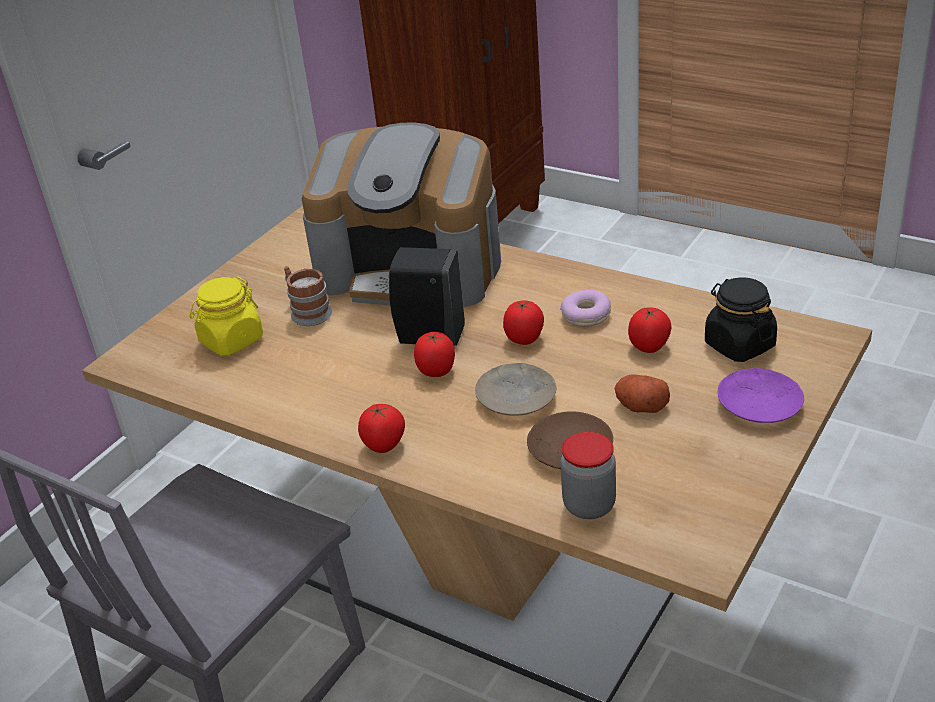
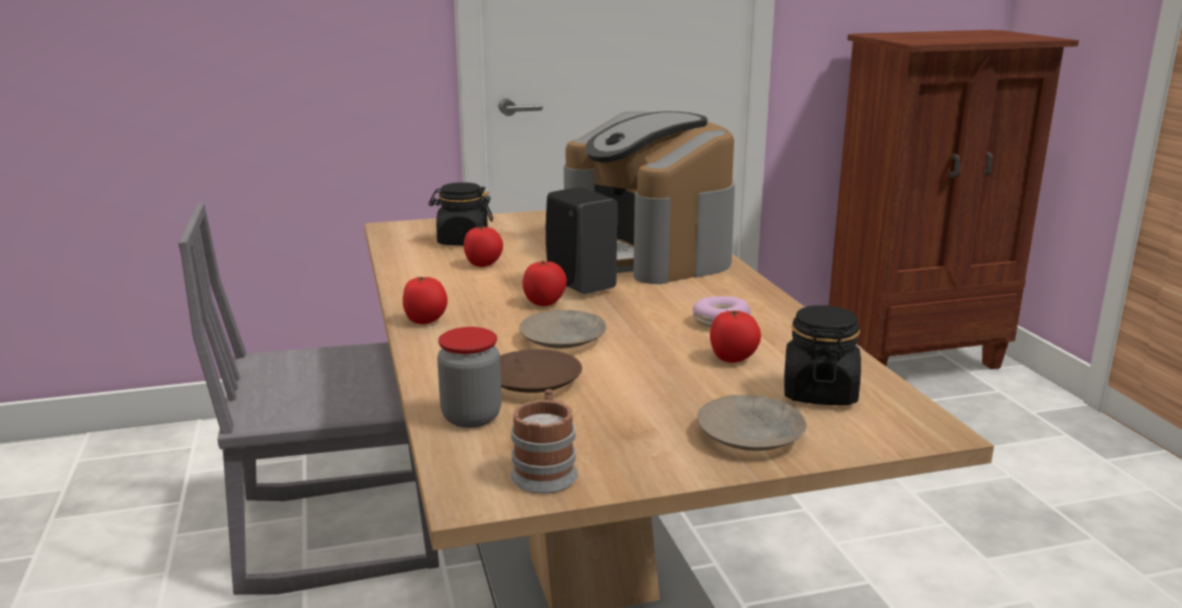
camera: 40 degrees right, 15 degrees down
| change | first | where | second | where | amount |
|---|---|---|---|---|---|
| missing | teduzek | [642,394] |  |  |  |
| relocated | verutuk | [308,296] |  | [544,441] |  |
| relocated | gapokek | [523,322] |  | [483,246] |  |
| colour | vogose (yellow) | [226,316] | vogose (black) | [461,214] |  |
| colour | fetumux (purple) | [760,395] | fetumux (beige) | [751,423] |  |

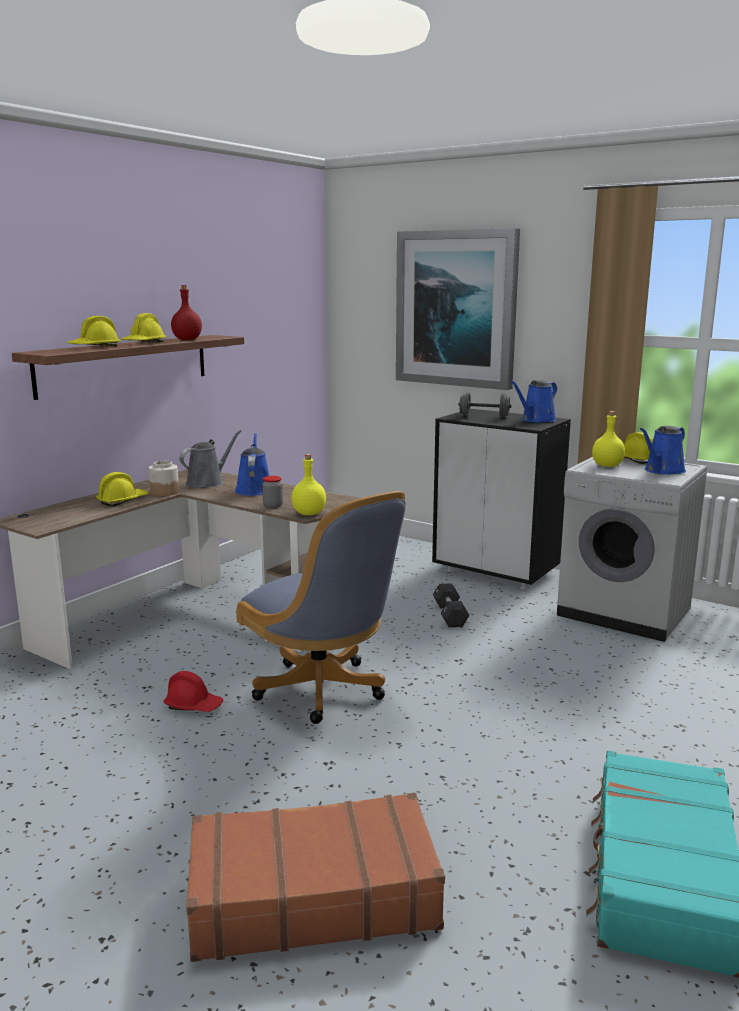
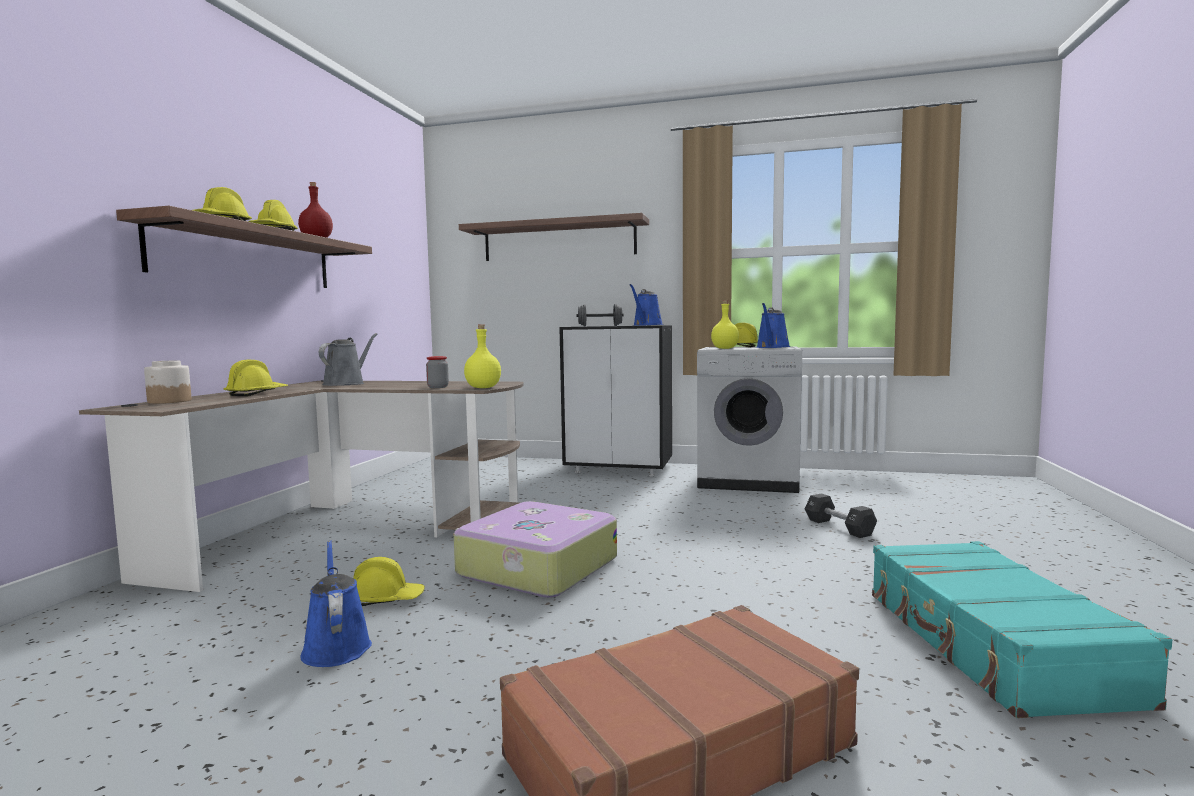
camera: 20 degrees left, 10 degrees down
| change | first | where | second | where | amount |
|---|---|---|---|---|---|
| relocated | vogose | [164,478] |  | [168,382] |  |
| relocated | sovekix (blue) | [252,464] |  | [336,603] |  |
| relocated | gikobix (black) | [451,605] |  | [841,515] |  |
| exchanged | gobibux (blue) | [320,607] | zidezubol | [535,549] |  |
| exchanged | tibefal | [458,309] | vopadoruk | [554,237] |  |
| colour | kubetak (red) | [193,691] | kubetak (yellow) | [389,581] |  |

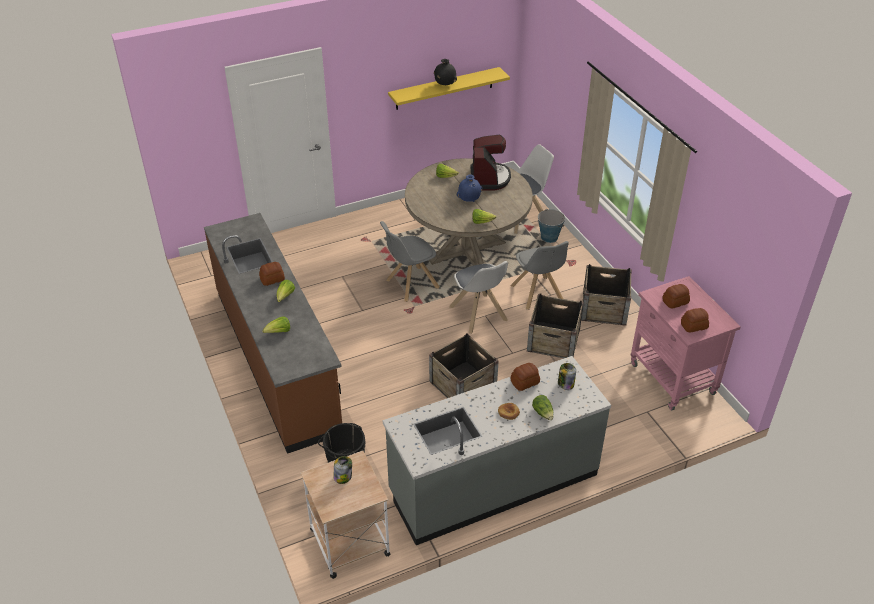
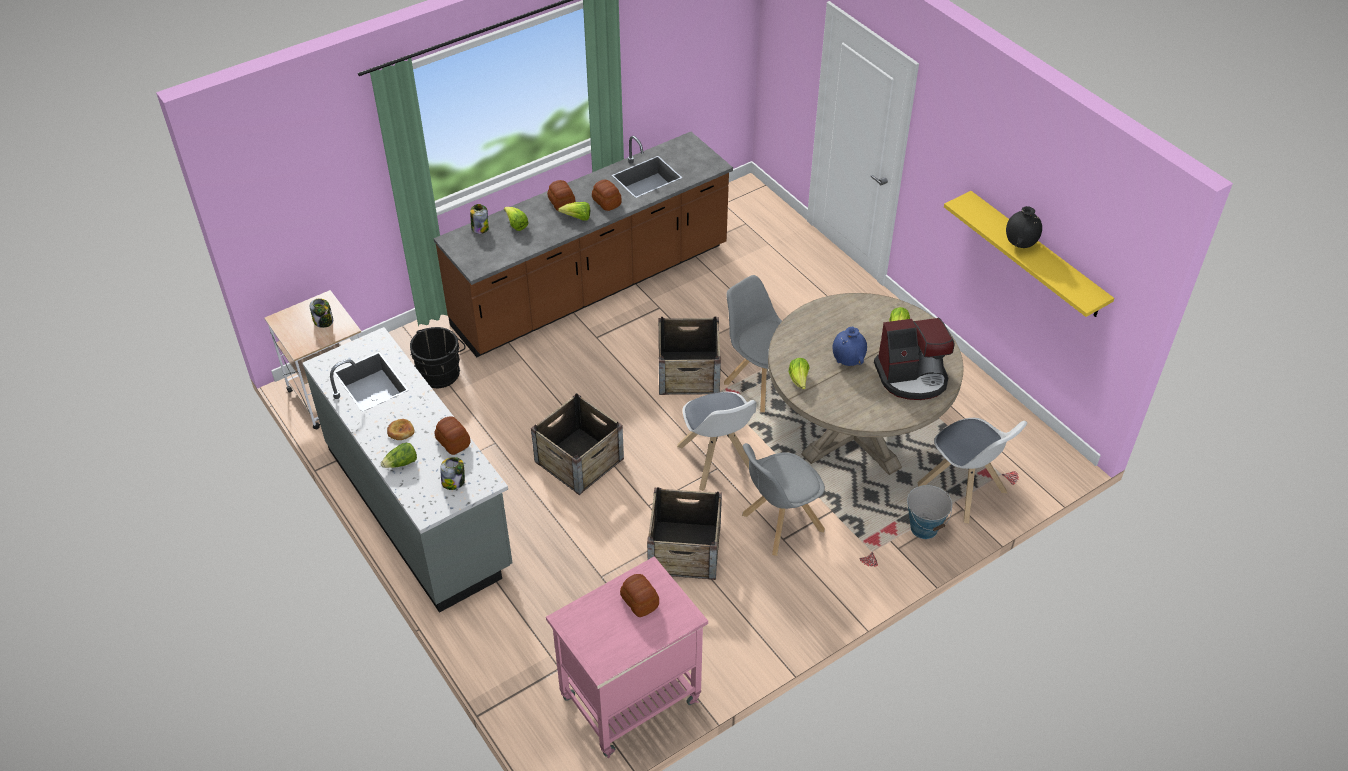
camera: 80 degrees right, 5 degrees up
| change | first | where | second | where | amount |
|---|---|---|---|---|---|
| appeared |  |  | vogose | [479,219] |  |
| relocated | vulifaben | [606,295] |  | [690,355] |  |
| relocated | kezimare | [695,320] |  | [561,195] |  |
| spun | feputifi | [478,297] |  | [717,441] | 75 degrees counterclockwise |

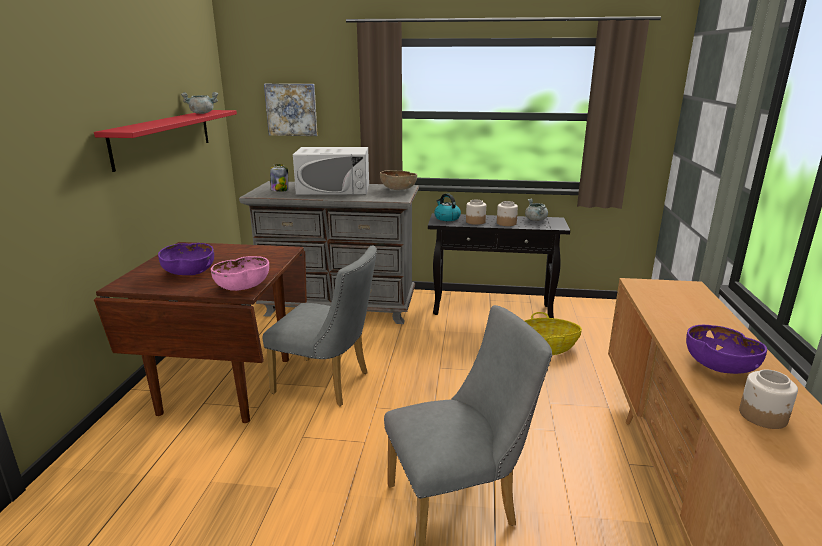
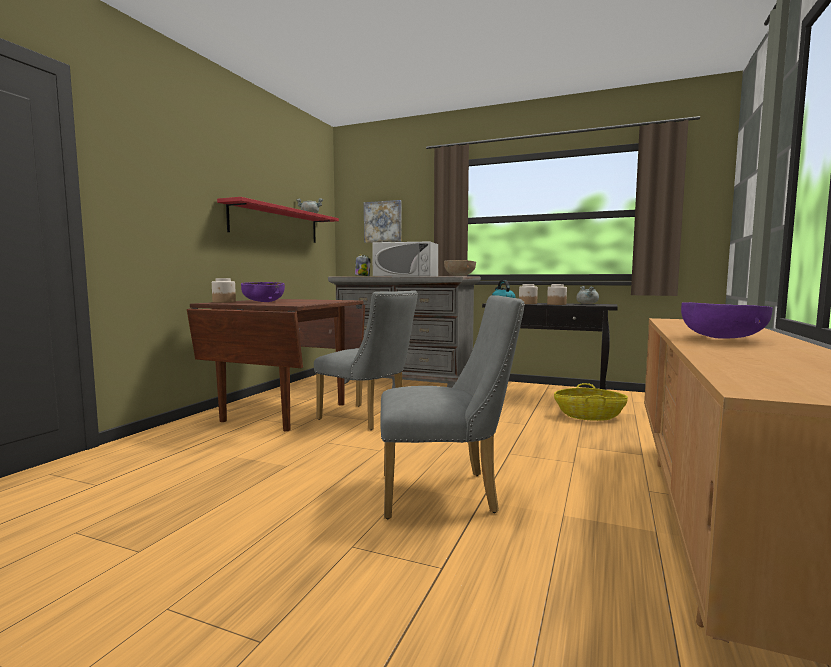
camera: 15 degrees right, 15 degrees down
| change | first | where | second | where | amount |
|---|---|---|---|---|---|
| missing | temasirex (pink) | [240,273] |  |  |  |
| relocated | vogose | [768,399] |  | [224,290] |  |

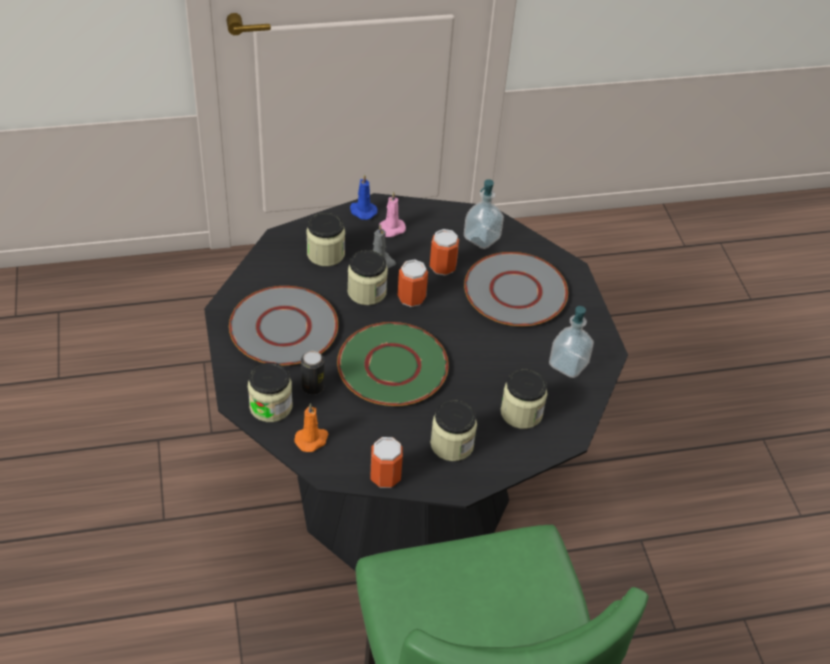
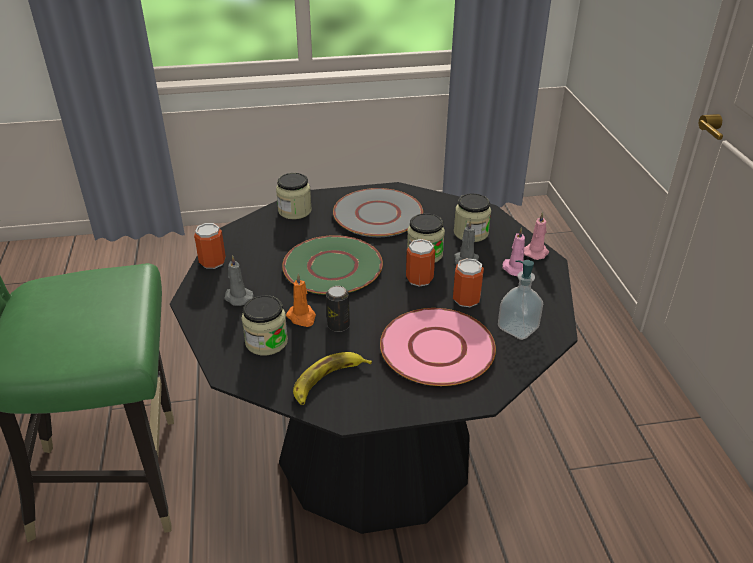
camera: 95 degrees right, 10 degrees down
| change | first | where | second | where | amount |
|---|---|---|---|---|---|
| relocated | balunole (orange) | [311,427] |  | [301,300] |  |
| relocated | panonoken | [312,373] |  | [338,309] |  |
| exchanged | vogose | [453,430] | balunole (grey) | [238,280] |  |
| exchanged | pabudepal | [571,342] | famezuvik | [332,378] |  |
| colour | balunole (blue) | [363,197] | balunole (pink) | [536,236] |  |
| colour | fetumux (grey) | [516,289] | fetumux (pink) | [438,347] |  |

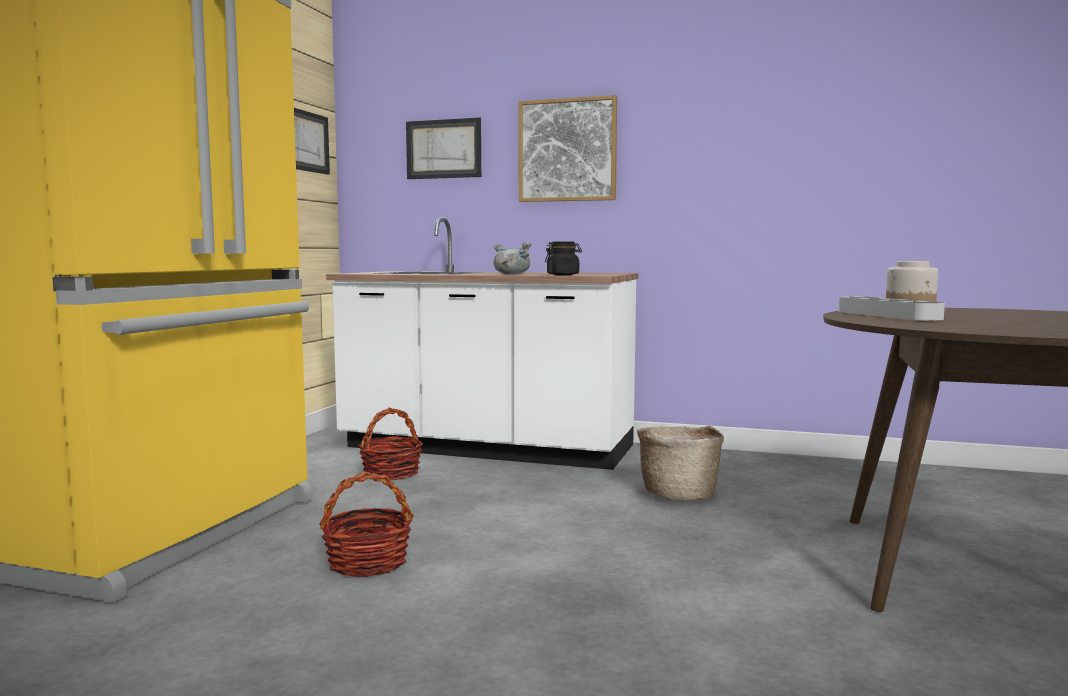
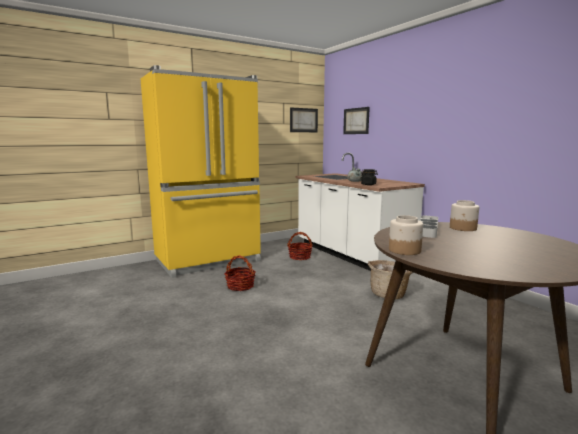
camera: 40 degrees right, 5 degrees up
| change | first | where | second | where | amount |
|---|---|---|---|---|---|
| missing | tibefal | [567,148] |  |  |  |
| appeared |  |  | vogose | [406,235] |  |

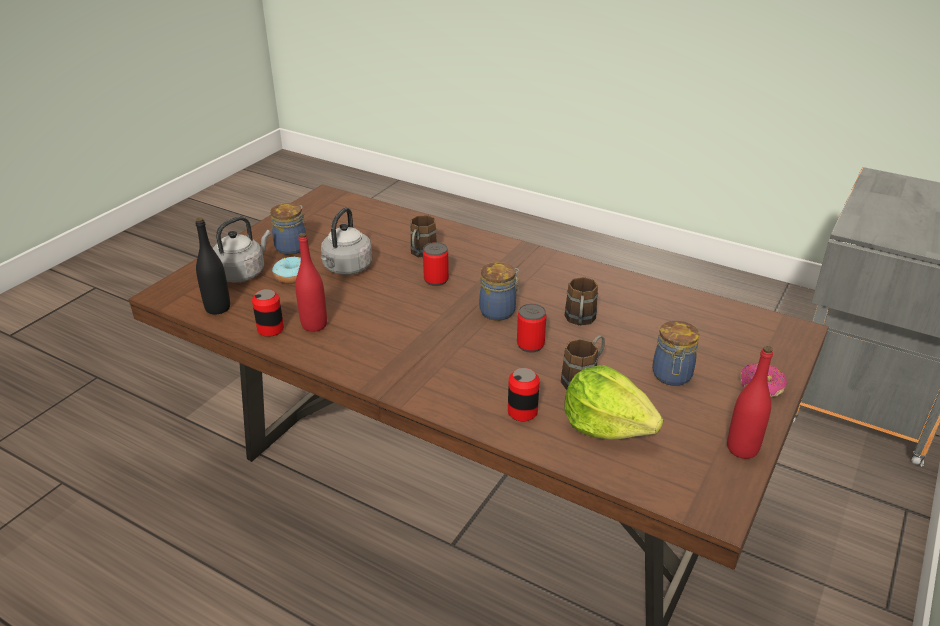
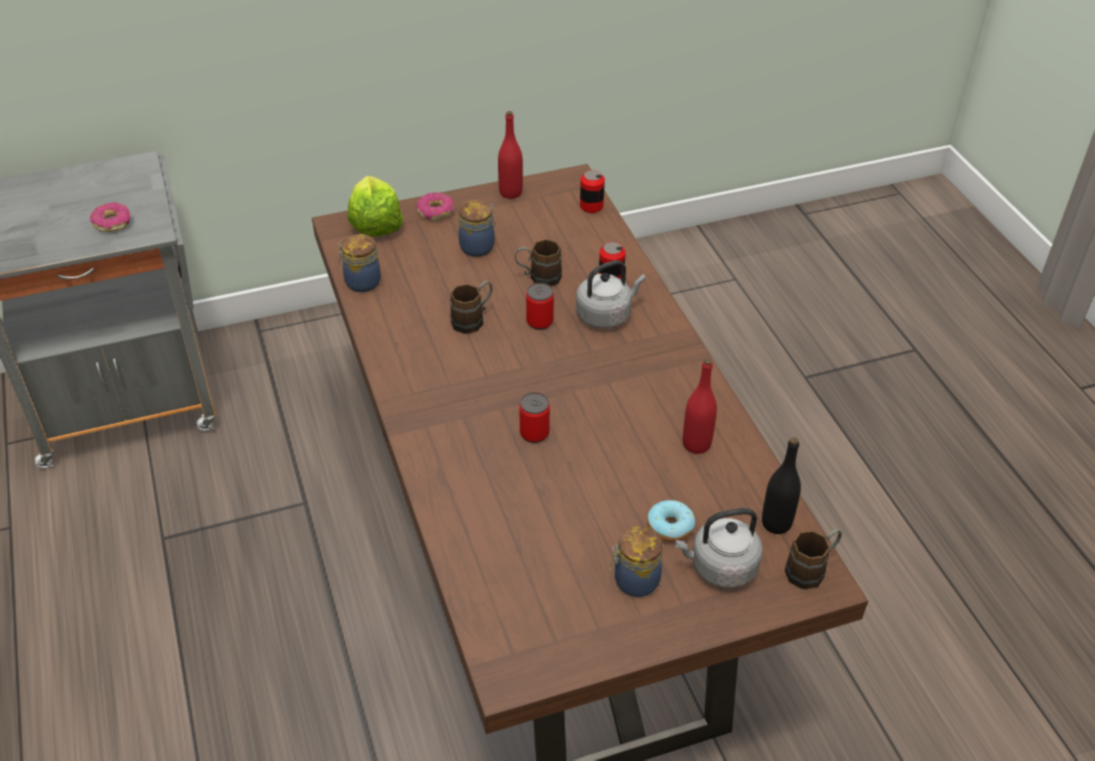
camera: 140 degrees left, 10 degrees up
| change | first | where | second | where | amount |
|---|---|---|---|---|---|
| appeared |  |  | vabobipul | [110,217] |  |
| relocated | panonoken | [268,313] |  | [592,191] |  |
| relocated | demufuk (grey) | [346,241] |  | [611,294] |  |
| relocated | verutuk (brown) | [423,236] |  | [813,559] |  |
| relocated | vogose | [499,291] |  | [359,263] |  |
| relocated | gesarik | [613,402] |  | [375,206] |  |

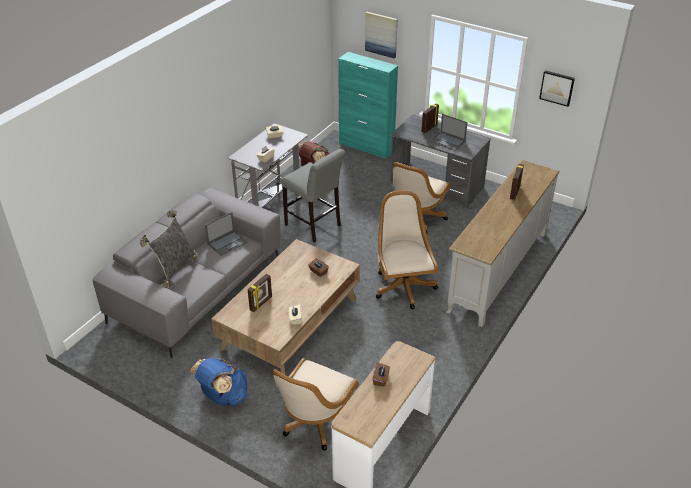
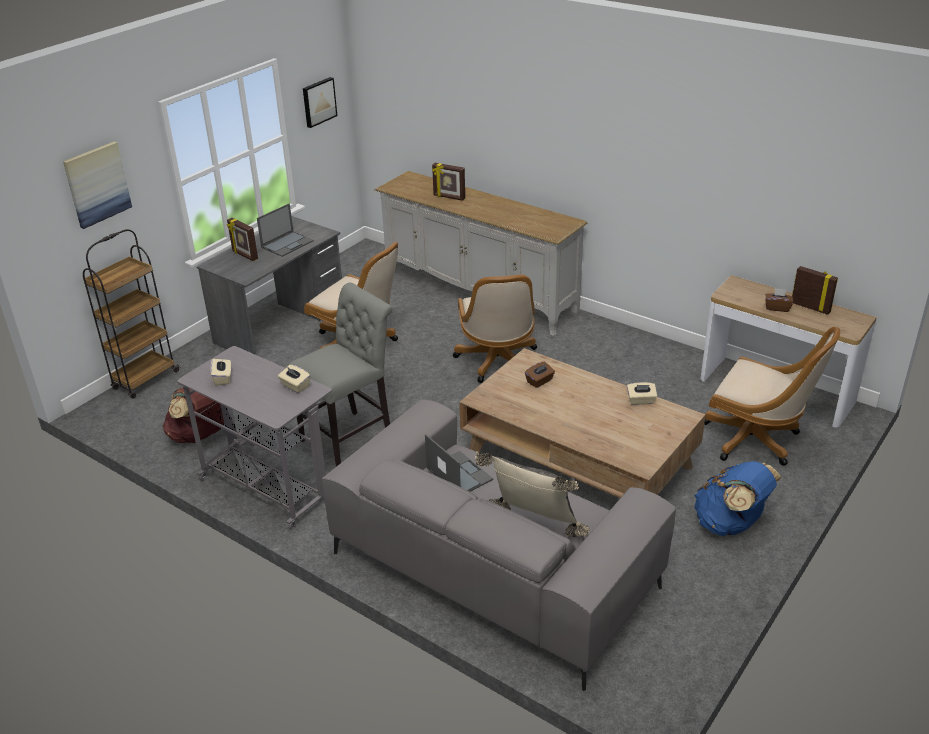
camera: 85 degrees left, 5 degrees down
| change | first | where | second | where | amount |
|---|---|---|---|---|---|
| relocated | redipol | [259,293] |  | [815,290] |  |
| exchanged | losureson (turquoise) | [368,105] | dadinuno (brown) | [132,314] |  |
| spun | gobibux | [407,249] |  | [495,329] | 90 degrees counterclockwise |

